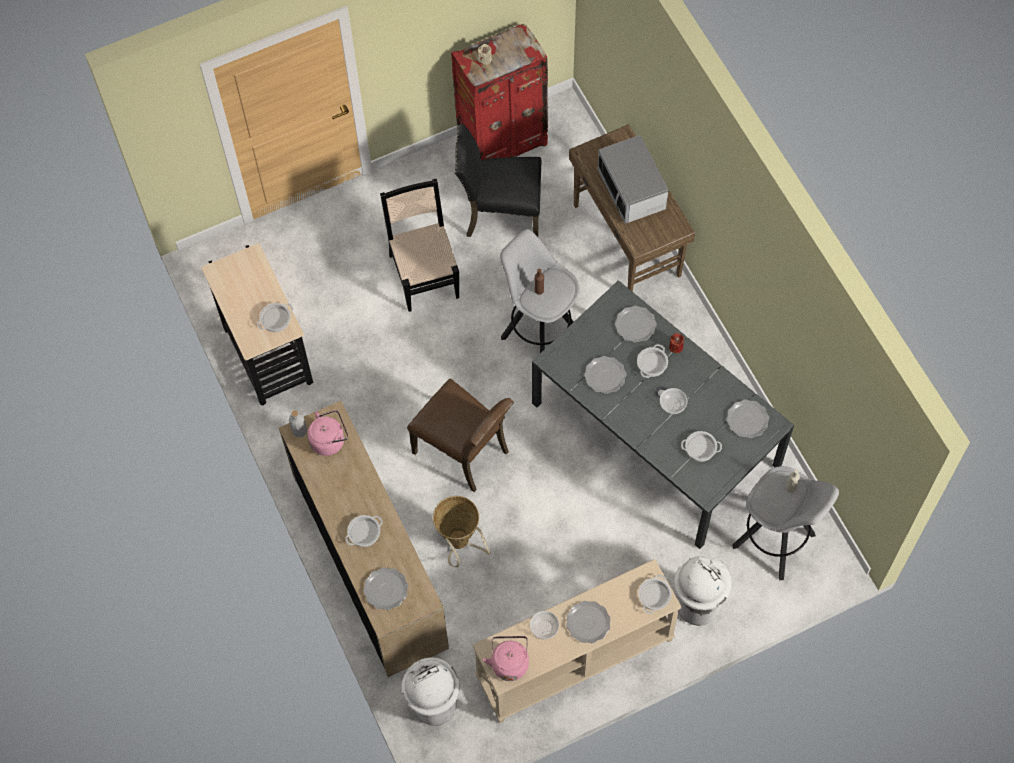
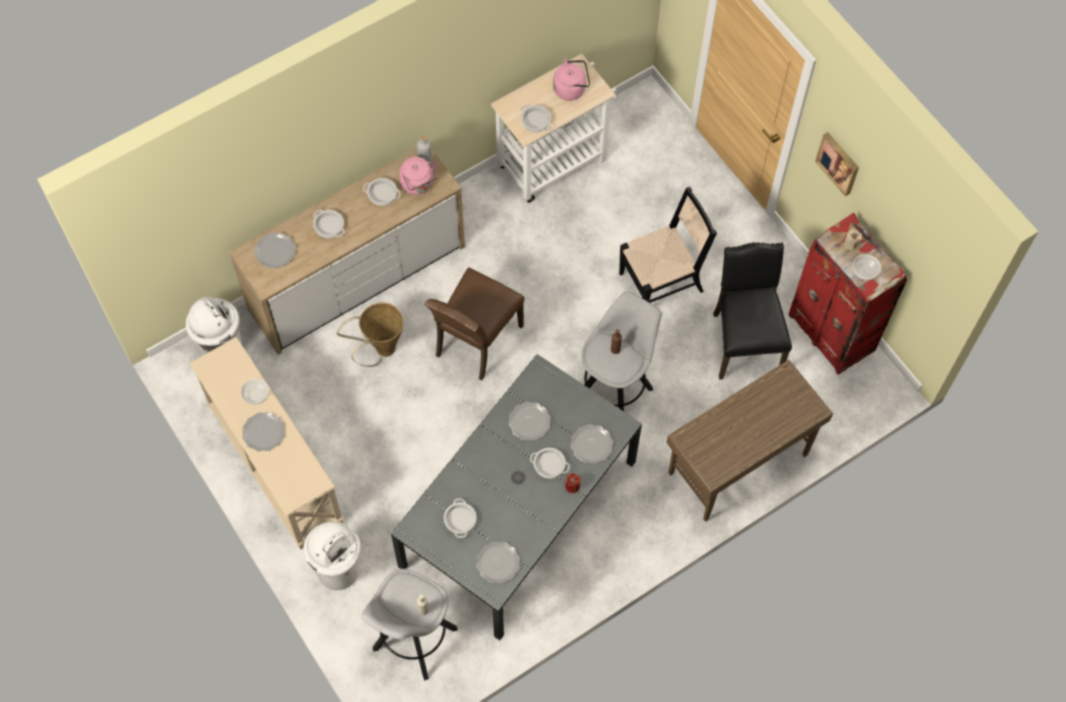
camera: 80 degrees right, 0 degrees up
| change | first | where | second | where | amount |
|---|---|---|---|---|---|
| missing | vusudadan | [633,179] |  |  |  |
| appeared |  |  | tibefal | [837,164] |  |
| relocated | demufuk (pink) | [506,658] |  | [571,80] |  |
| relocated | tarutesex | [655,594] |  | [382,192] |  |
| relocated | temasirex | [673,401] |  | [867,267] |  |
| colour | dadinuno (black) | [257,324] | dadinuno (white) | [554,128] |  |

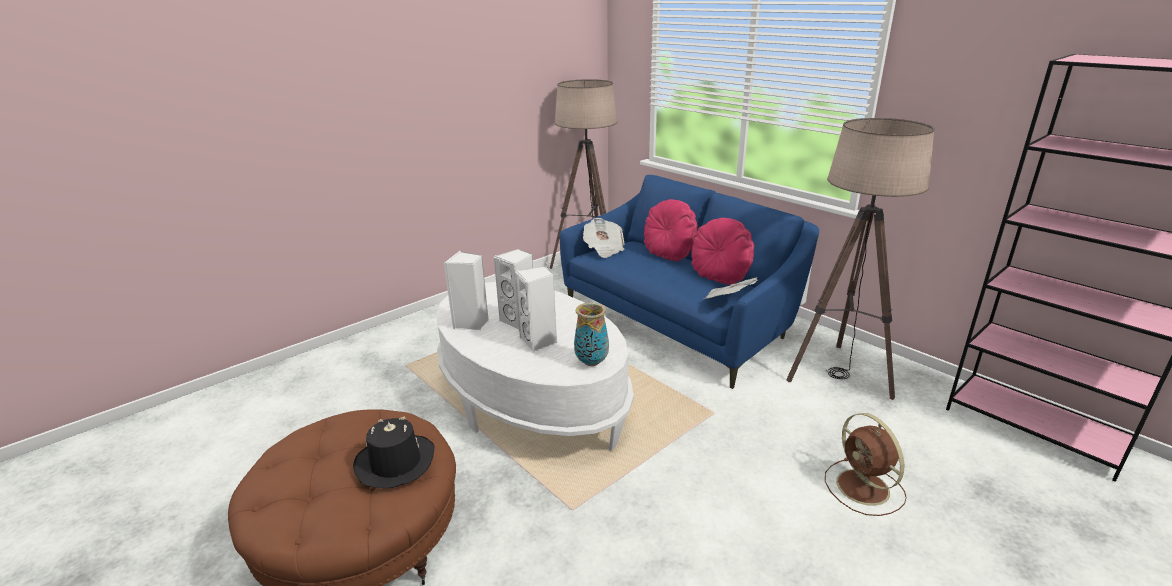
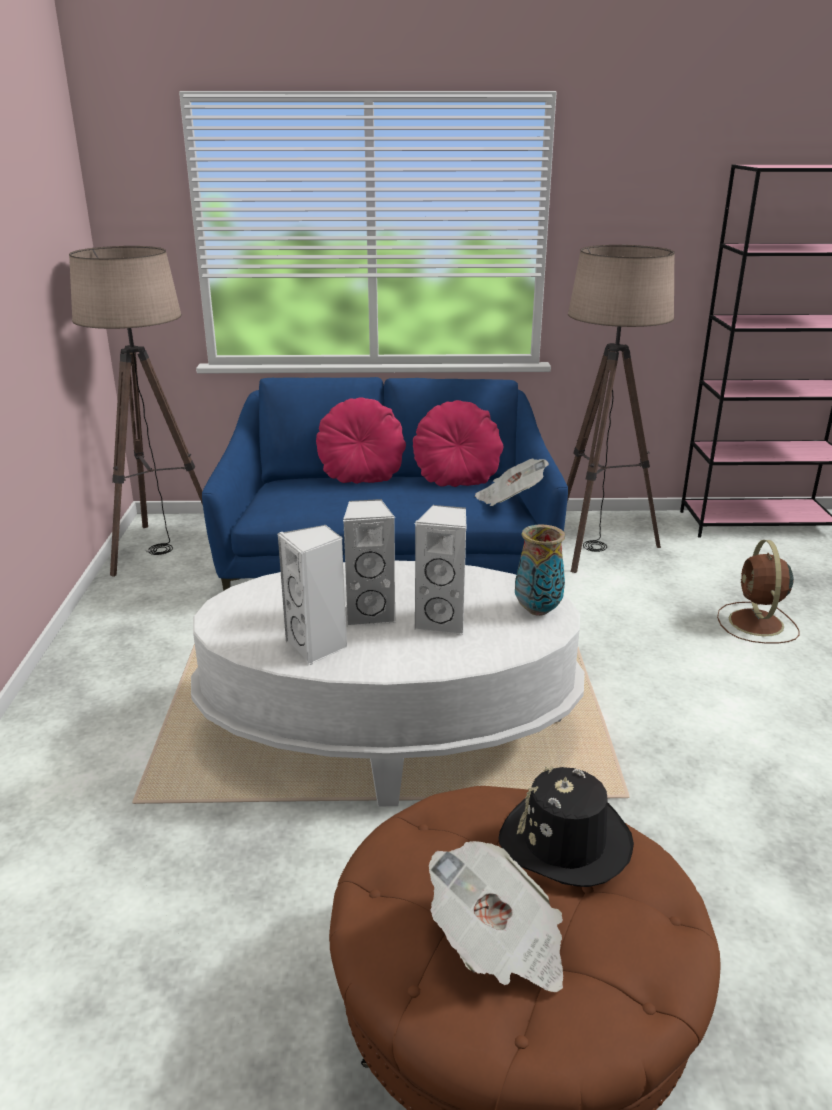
camera: 50 degrees left, 0 degrees up
| change | first | where | second | where | amount |
|---|---|---|---|---|---|
| relocated | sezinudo | [604,238] |  | [496,917] |  |
| spun | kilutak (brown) | [866,464] |  | [758,592] | 75 degrees clockwise |

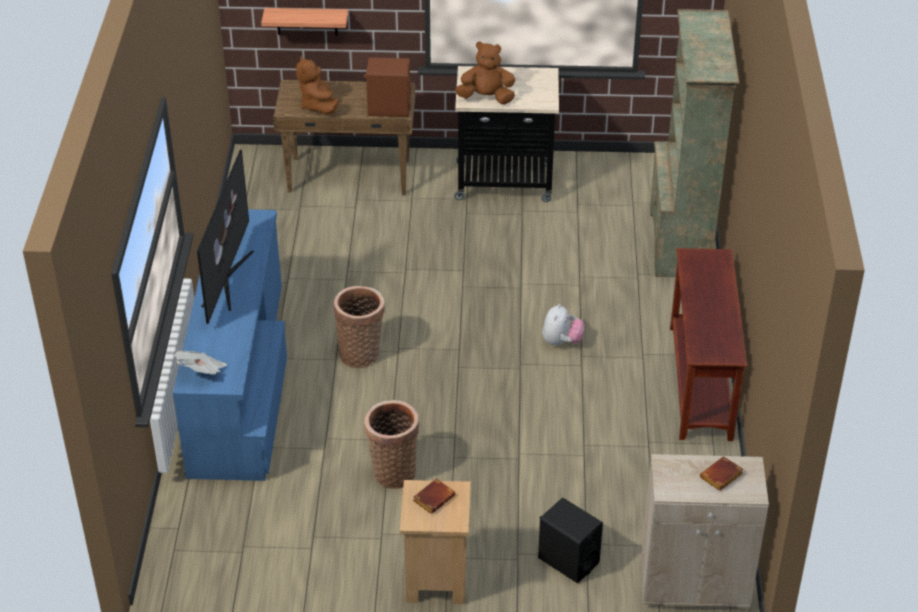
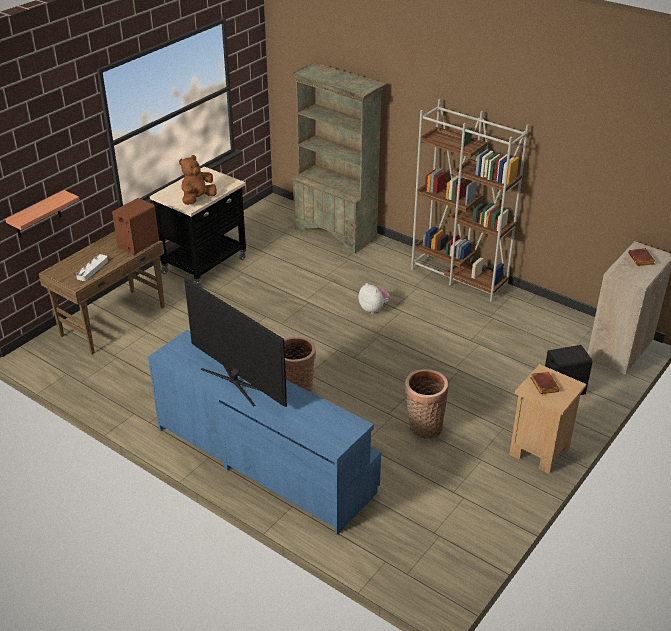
camera: 55 degrees left, 5 degrees down
| change | first | where | second | where | amount |
|---|---|---|---|---|---|
| missing | sezinudo | [200,363] |  |  |  |
| exchanged | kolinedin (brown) | [317,85] | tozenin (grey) | [92,267] |  |
| exchanged | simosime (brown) | [708,344] | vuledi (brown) | [470,200] |  |

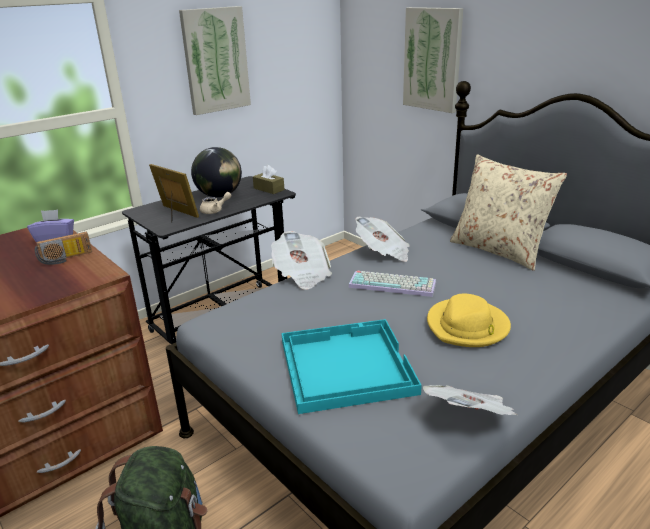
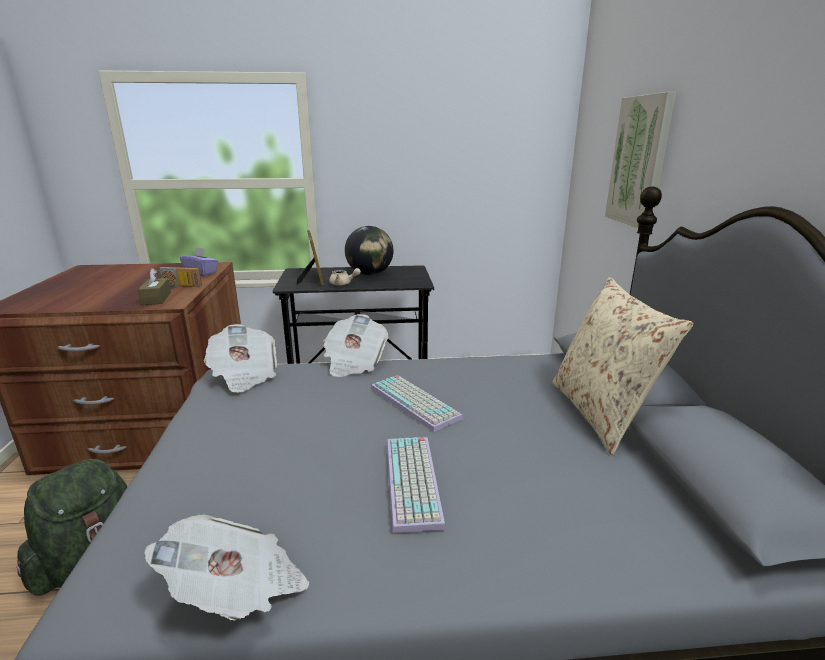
camera: 35 degrees right, 5 degrees down
| change | first | where | second | where | amount |
|---|---|---|---|---|---|
| missing | tibefal | [215,60] |  |  |  |
| missing | tozenin (turquoise) | [352,366] |  |  |  |
| relocated | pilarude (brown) | [268,179] |  | [154,286] |  |
| relocated | sezinudo | [382,239] |  | [240,358] |  |
| exchanged | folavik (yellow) | [469,320] | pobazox | [416,485] |  |

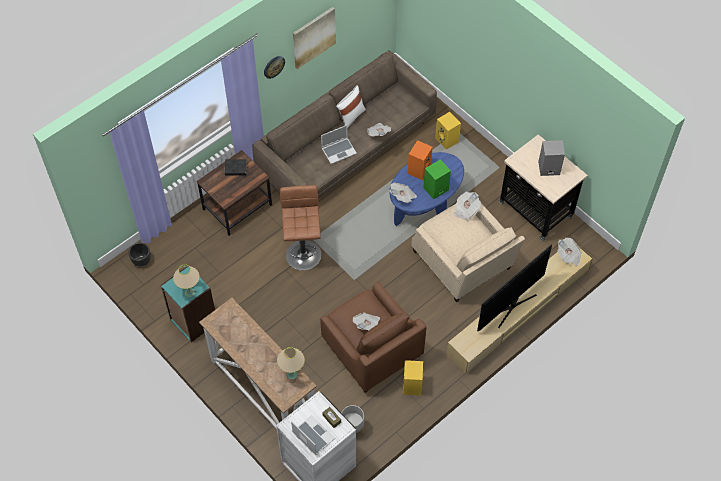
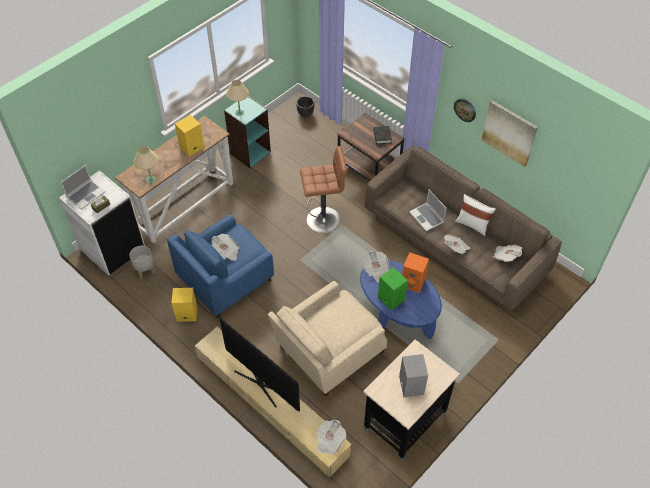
camera: 85 degrees right, 5 degrees down
| change | first | where | second | where | amount |
|---|---|---|---|---|---|
| relocated | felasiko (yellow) | [448,131] |  | [189,136] |  |
| relocated | sezinudo | [467,206] |  | [507,253] |  |
| colour | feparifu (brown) | [373,337] | feparifu (blue) | [220,266] |  |

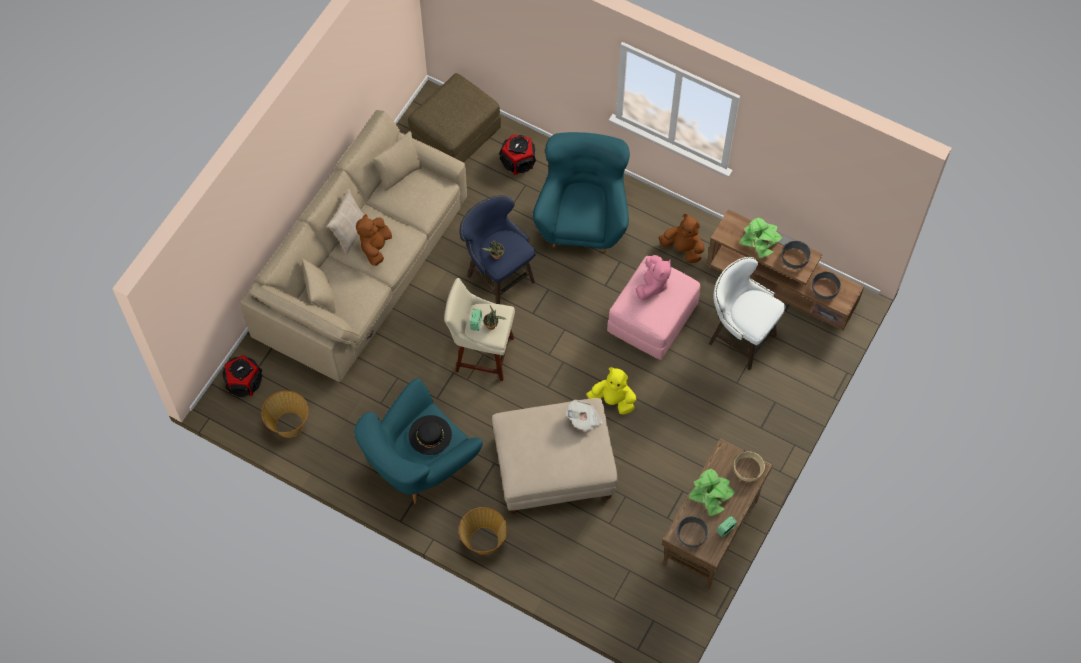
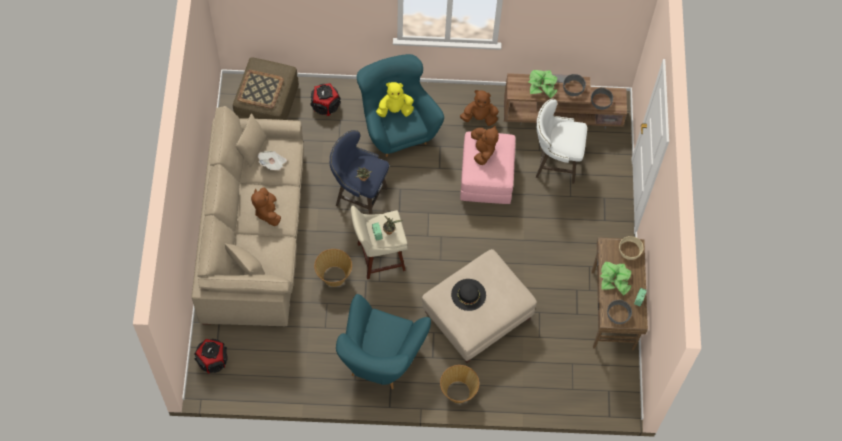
camera: 30 degrees left, 0 degrees up
| change | first | where | second | where | amount |
|---|---|---|---|---|---|
| missing | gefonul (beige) | [345,221] |  |  |  |
| appeared |  |  | tozenin | [260,89] |  |
| relocated | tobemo | [284,414] |  | [333,268] |  |
| relocated | folavik (black) | [430,435] |  | [468,295] |  |
| relocated | sezinudo | [584,416] |  | [272,160] |  |
| relocated | kolinedin (yellow) | [611,390] |  | [395,99] |  |
| colour | kolinedin (pink) | [654,277] | kolinedin (brown) | [485,145] |  |

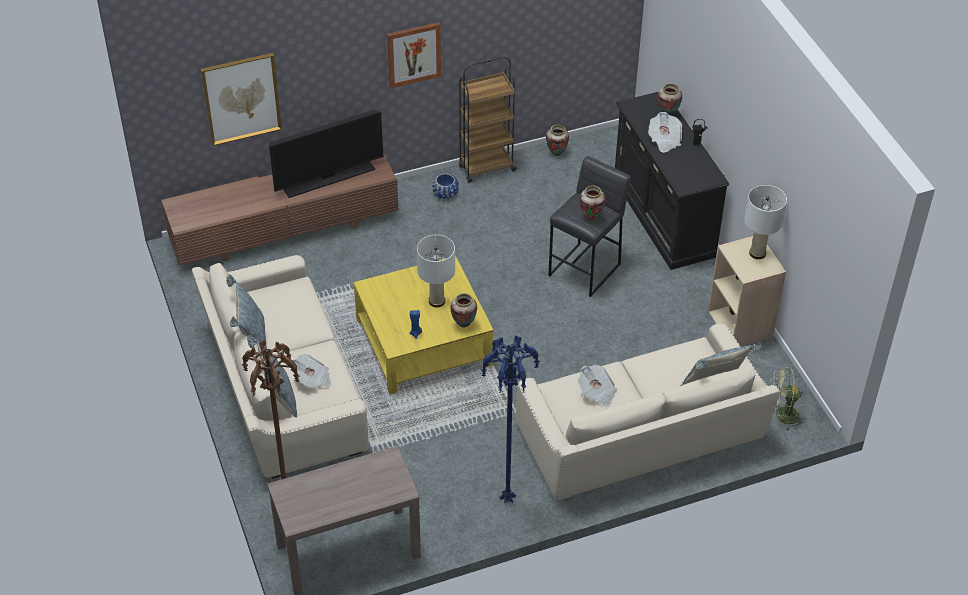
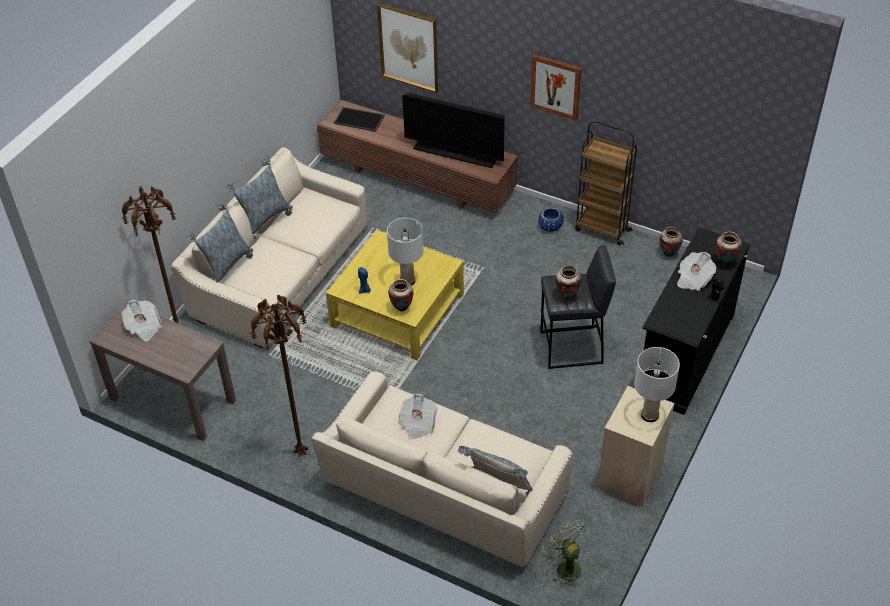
camera: 50 degrees right, 0 degrees up
| change | first | where | second | where | amount |
|---|---|---|---|---|---|
| appeared |  |  | tozenin | [359,119] |  |
| relocated | sezinudo | [312,371] |  | [142,320] |  |
| colour | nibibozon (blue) | [510,419] | nibibozon (brown) | [279,376] |  |

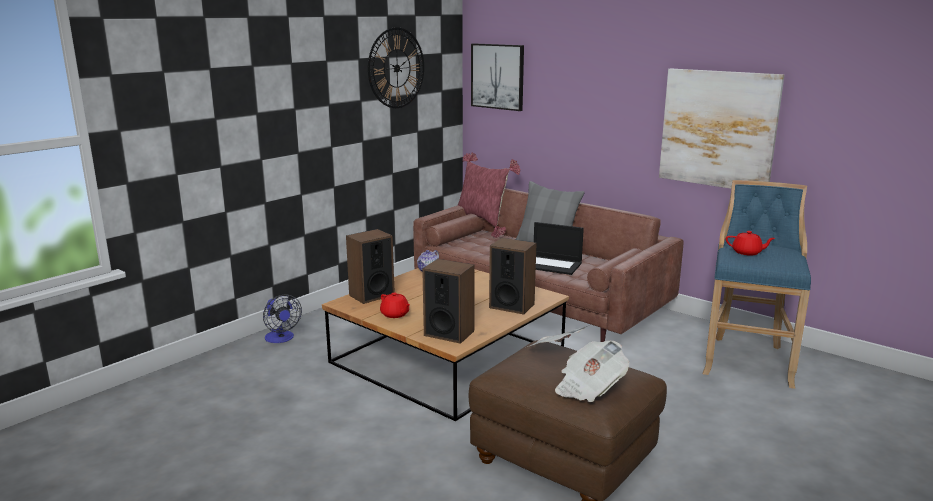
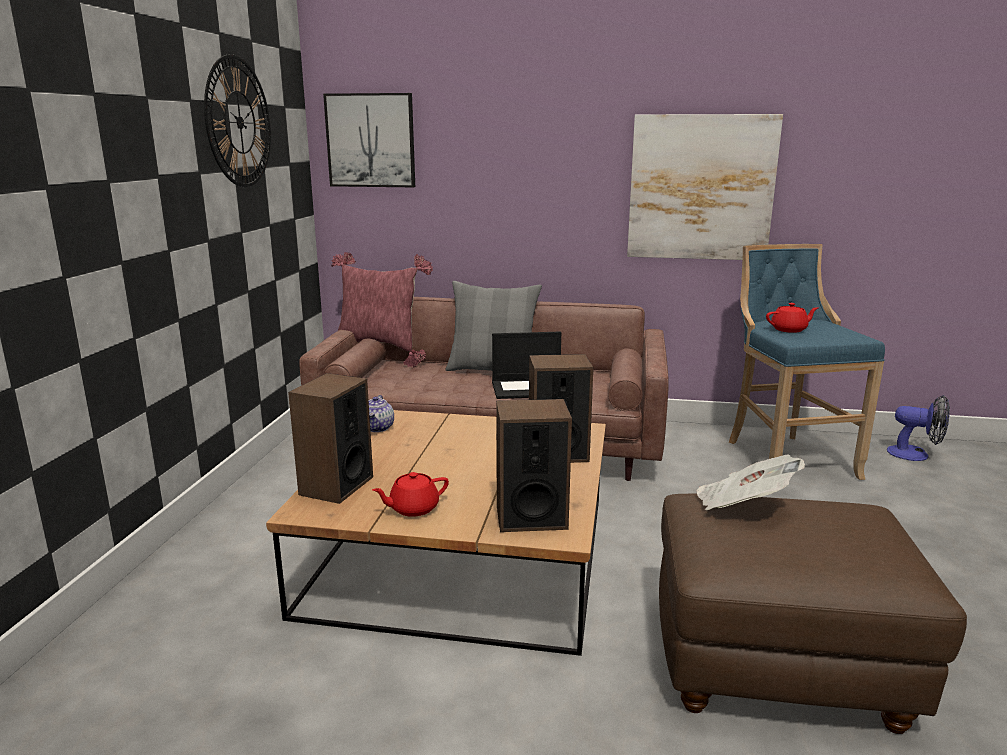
camera: 30 degrees left, 0 degrees up
| change | first | where | second | where | amount |
|---|---|---|---|---|---|
| missing | sezinudo | [592,371] |  |  |  |
| relocated | kilutak | [282,318] |  | [918,428] |  |
| spun | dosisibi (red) | [395,305] |  | [410,494] | 135 degrees clockwise |

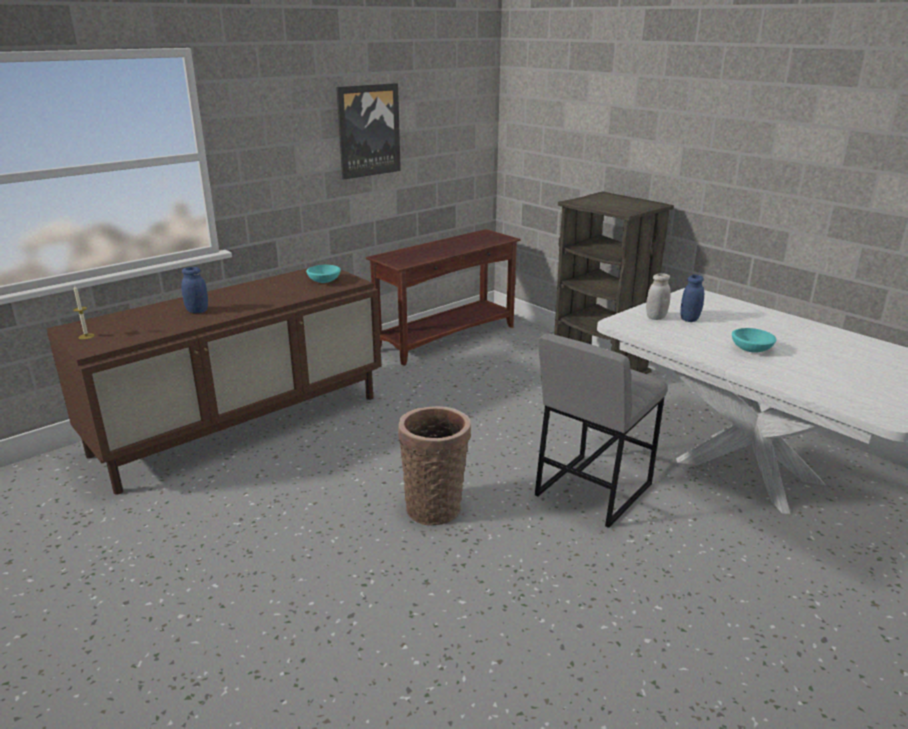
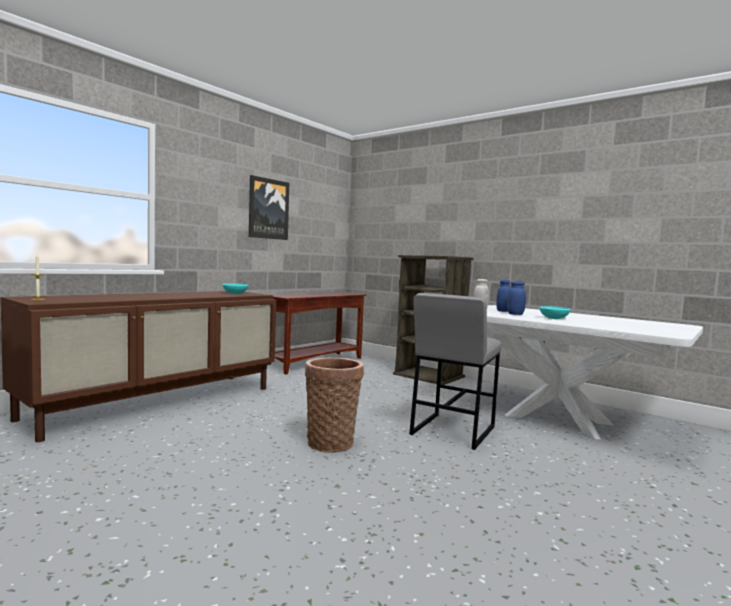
camera: 10 degrees left, 20 degrees down
| change | first | where | second | where | amount |
|---|---|---|---|---|---|
| relocated | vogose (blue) | [194,290] |  | [516,298] |  |

